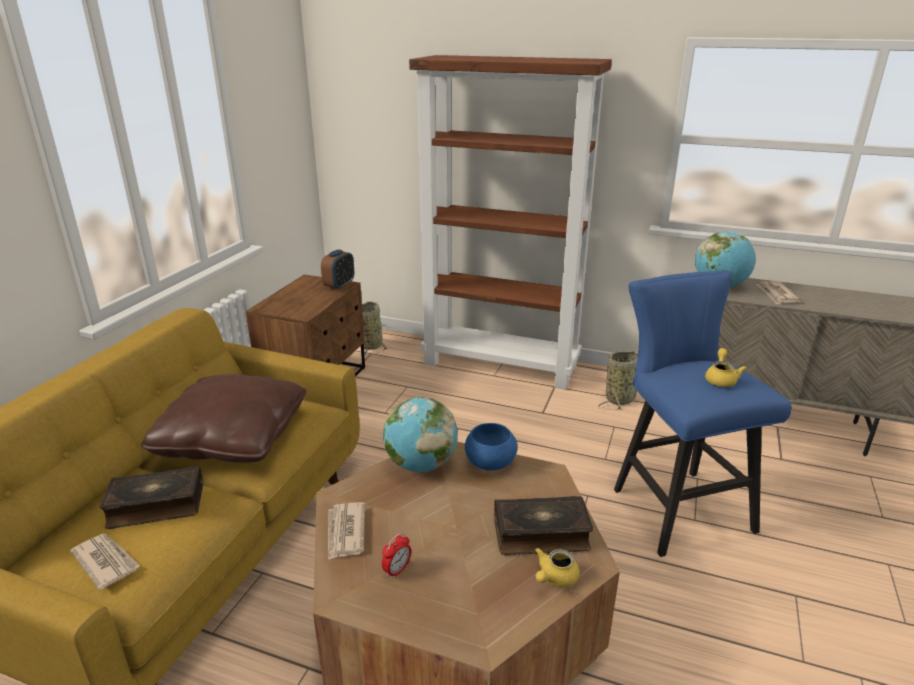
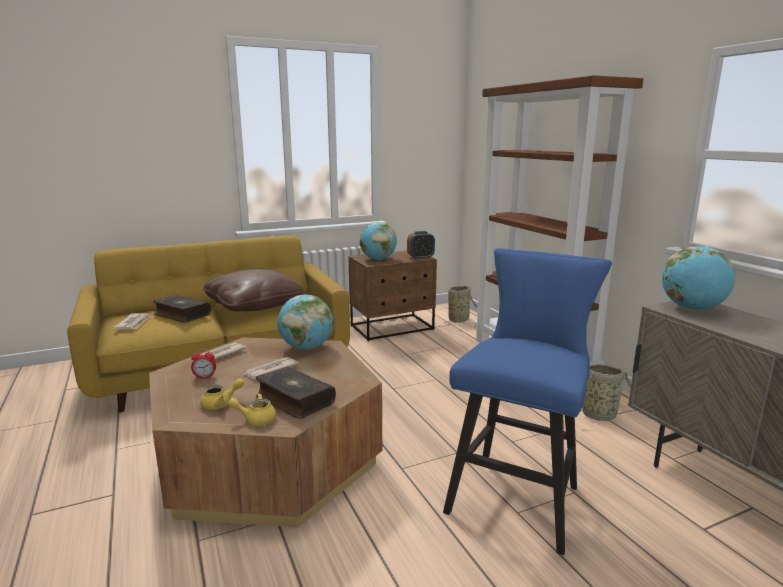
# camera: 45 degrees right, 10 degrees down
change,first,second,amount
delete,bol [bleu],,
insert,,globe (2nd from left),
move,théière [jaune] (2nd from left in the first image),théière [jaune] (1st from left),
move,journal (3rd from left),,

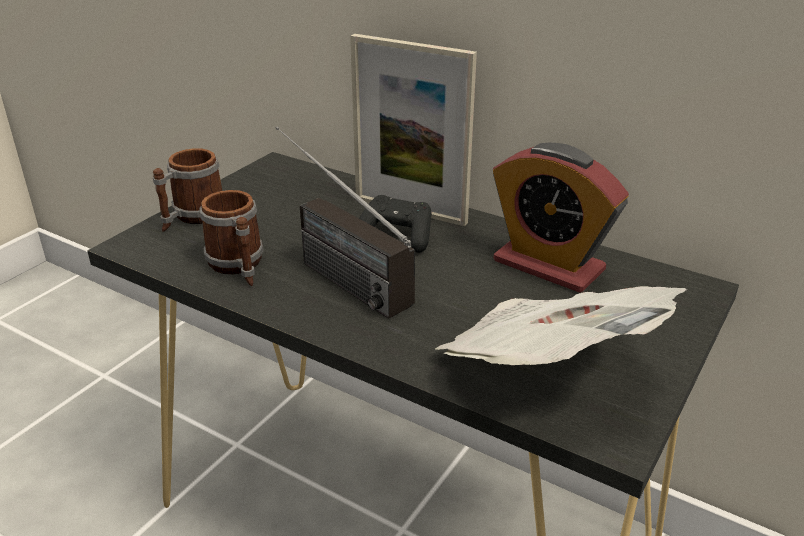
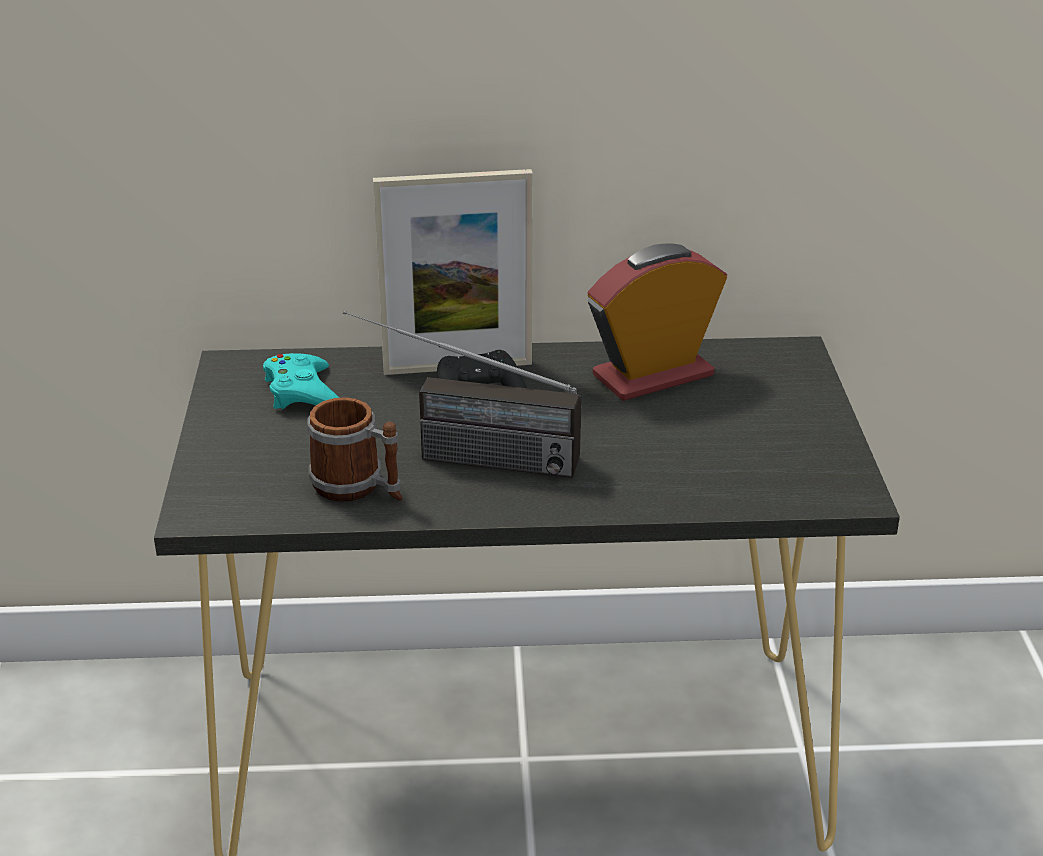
# camera: 35 degrees left, 0 degrees up
change,first,second,amount
delete,mug (1st from left),,
delete,journal,,
insert,,manette [turquoise],
rotate,réveil,,150 degrees clockwise

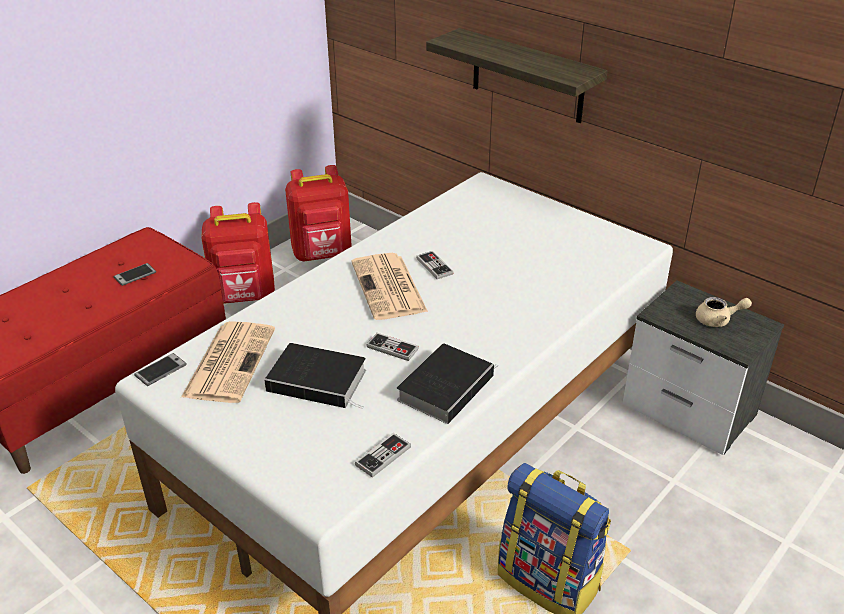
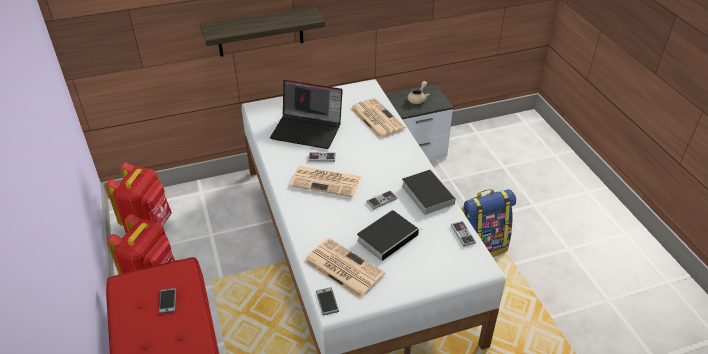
# camera: 60 degrees left, 5 degrees up
change,first,second,amount
insert,,ordinateur portable,
insert,,journal (3rd from left),

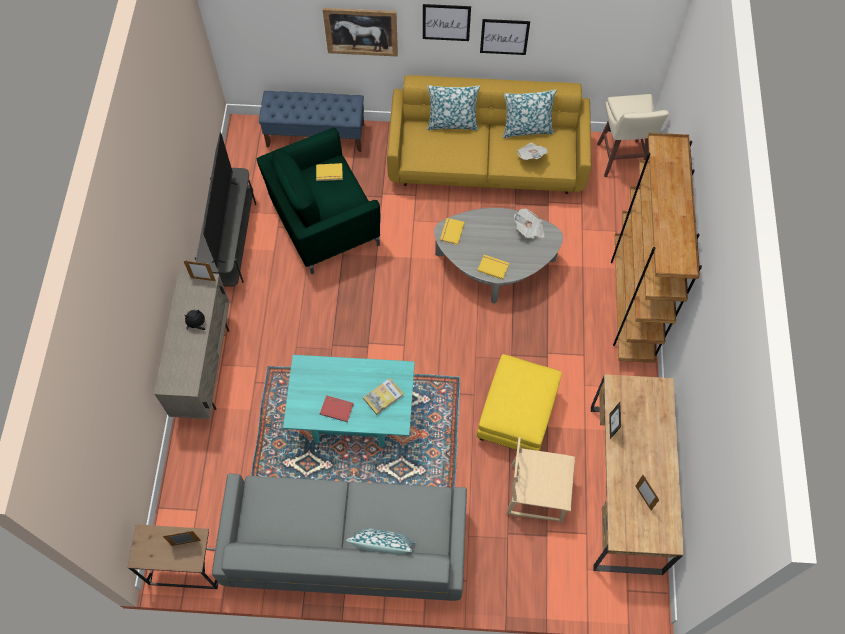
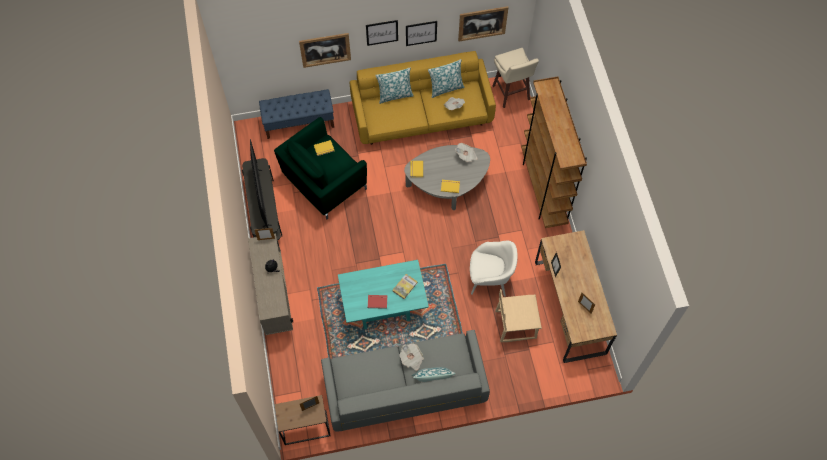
# camera: 15 degrees left, 0 degrees up
change,first,second,amount
insert,,journal (1st from left),
insert,,tableau (4th from left),
replace,pouf [jaune],fauteuil [blanc],

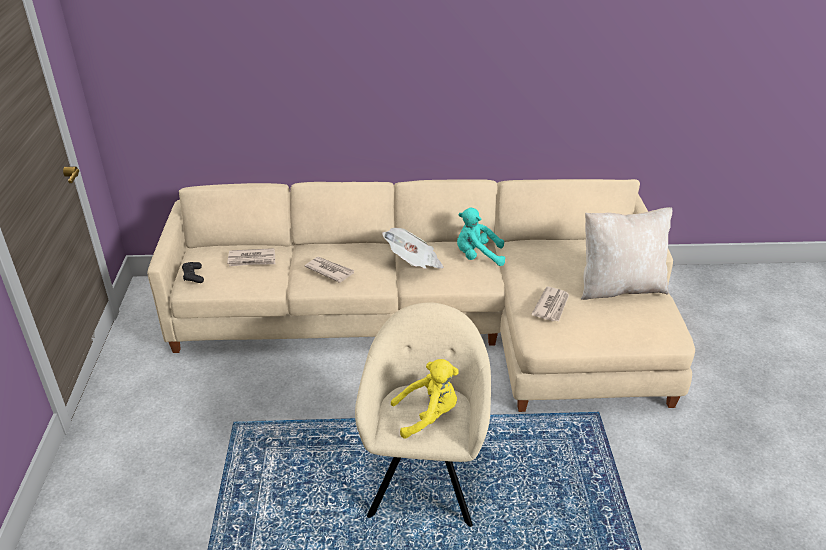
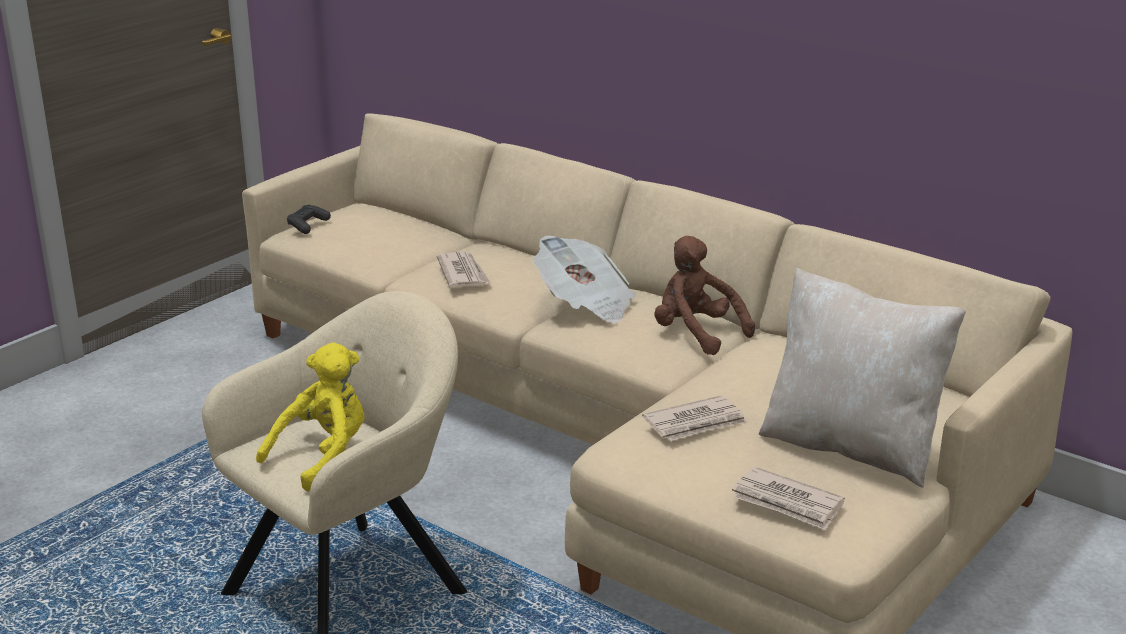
# camera: 40 degrees right, 10 degrees down
change,first,second,amount
move,journal (1st from left in the first image),journal (4th from left),
recolor,peluche [turquoise],peluche [marron],
rotate,peluche [jaune],,75 degrees counterclockwise

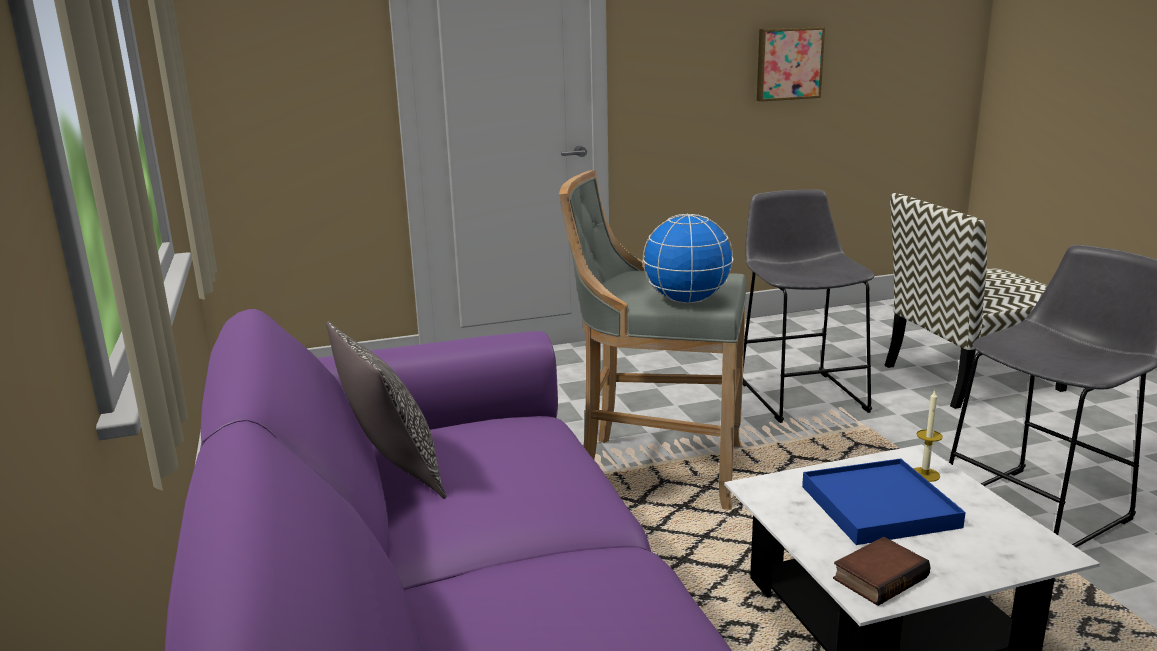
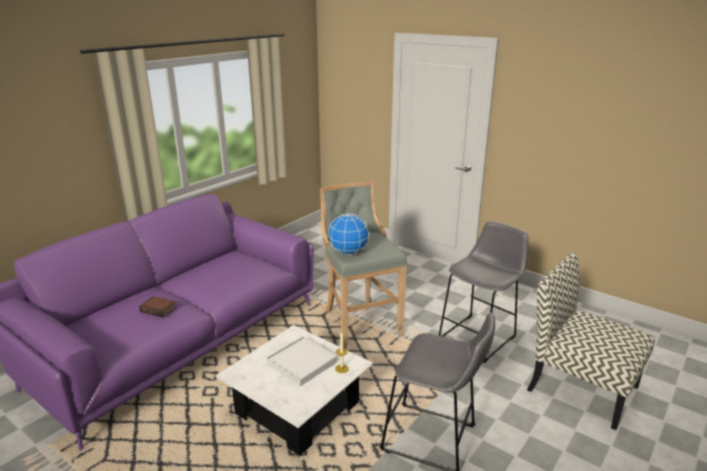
# camera: 55 degrees right, 5 degrees up
change,first,second,amount
delete,coussin,,
delete,tableau,,
move,livre,,
recolor,plateau [bleu],plateau [blanc],

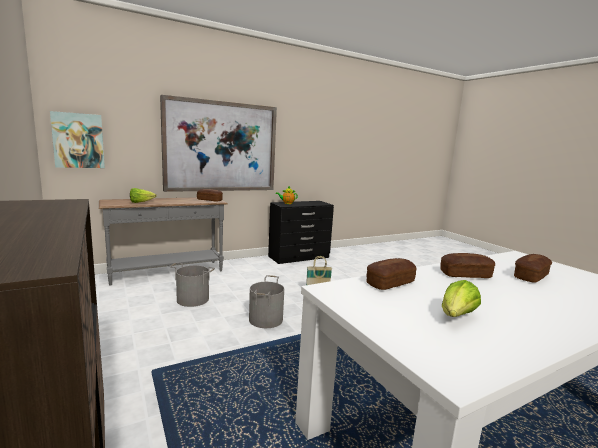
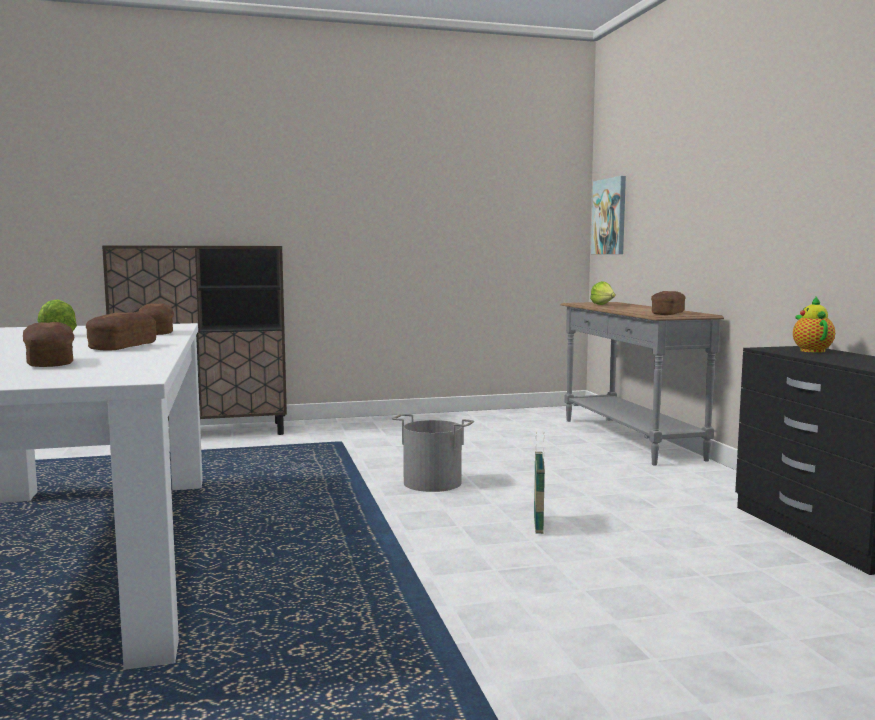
# camera: 105 degrees right, 5 degrees down
change,first,second,amount
delete,tableau (2nd from left),,
delete,seau [gris] (1st from left),,

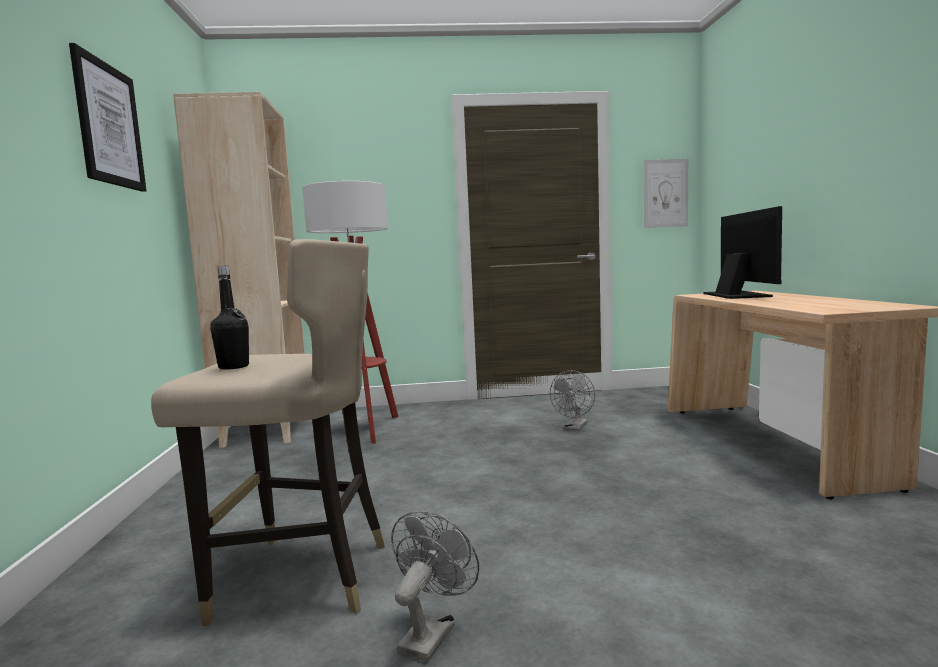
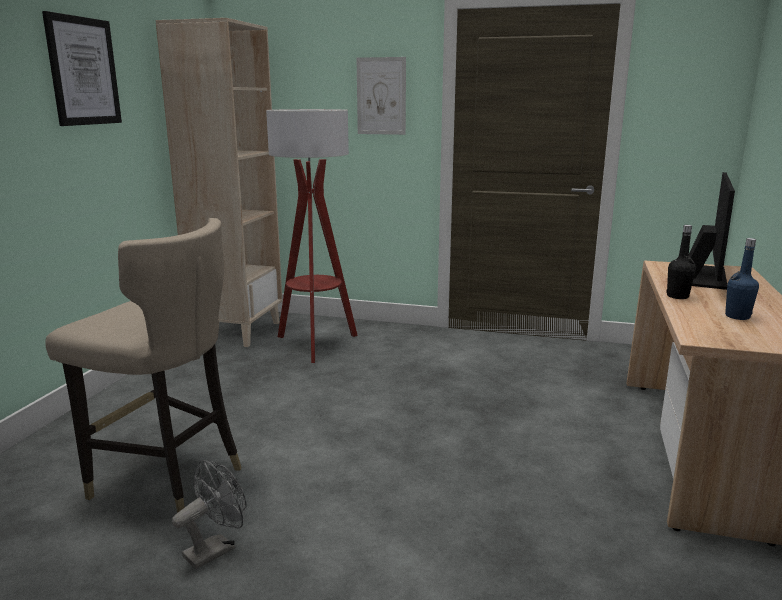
# camera: 20 degrees right, 10 degrees up
change,first,second,amount
delete,ventilateur [gris] (2nd from left),,
insert,,bouteille [bleu],
move,bouteille [noir],,
move,tableau (2nd from left),,

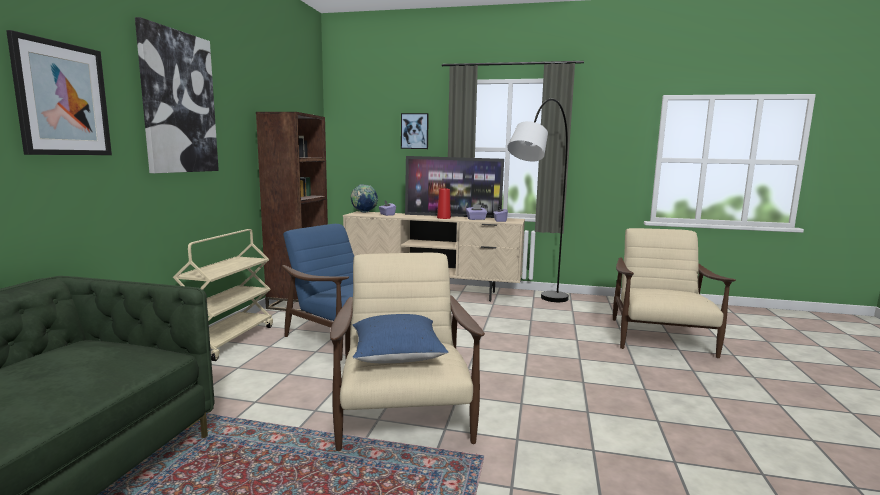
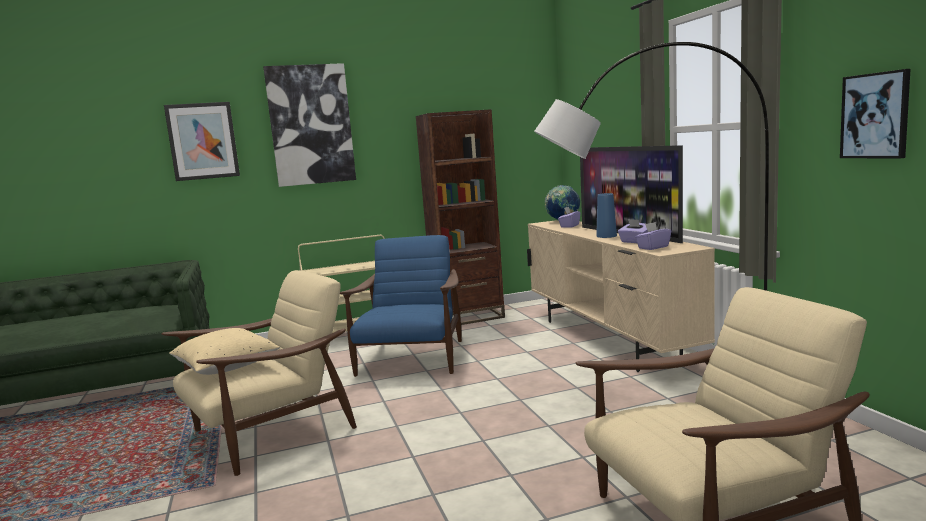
# camera: 60 degrees right, 0 degrees up
change,first,second,amount
move,tableau (3rd from left),,
recolor,coussin [bleu],coussin [beige],
recolor,vase [rouge],vase [bleu],

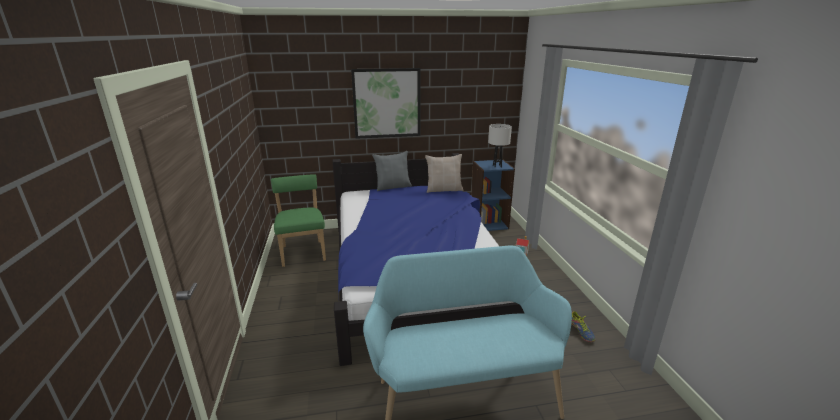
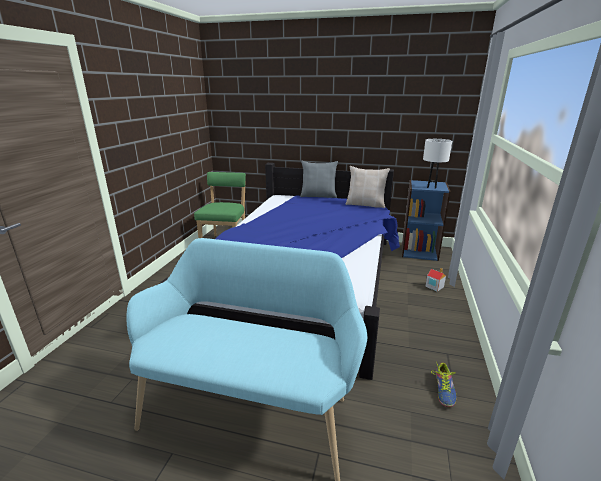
# camera: 25 degrees right, 0 degrees up
change,first,second,amount
delete,tableau,,

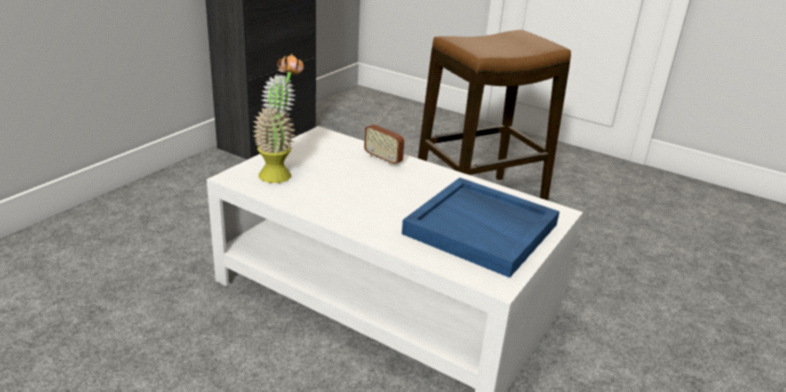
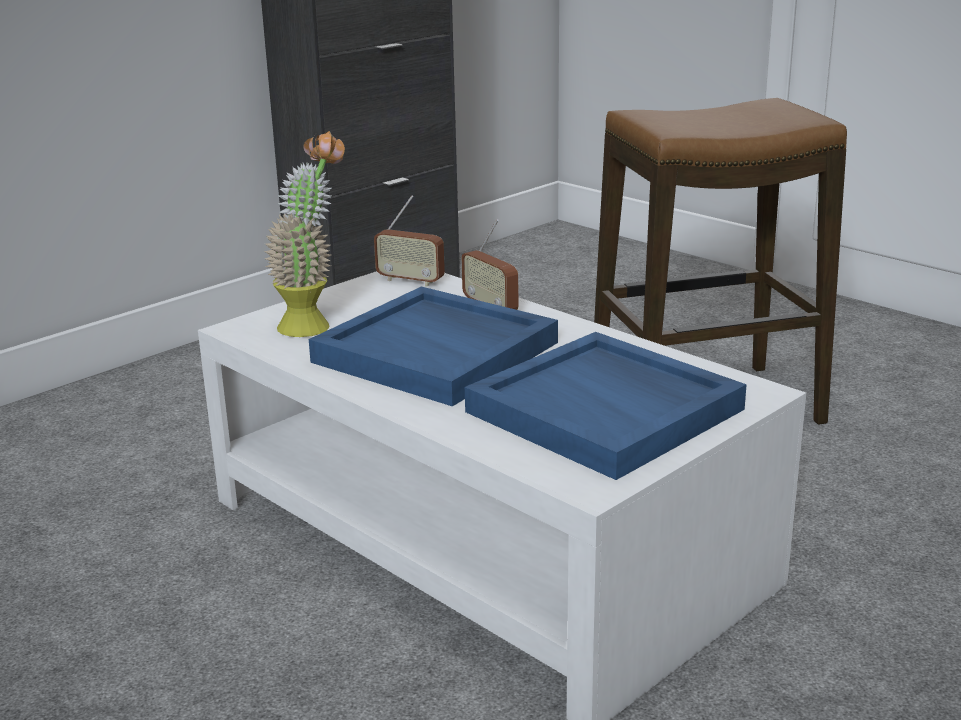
# camera: 15 degrees right, 5 degrees down
change,first,second,amount
insert,,plateau [bleu] (1st from left),
insert,,radio (1st from left),

